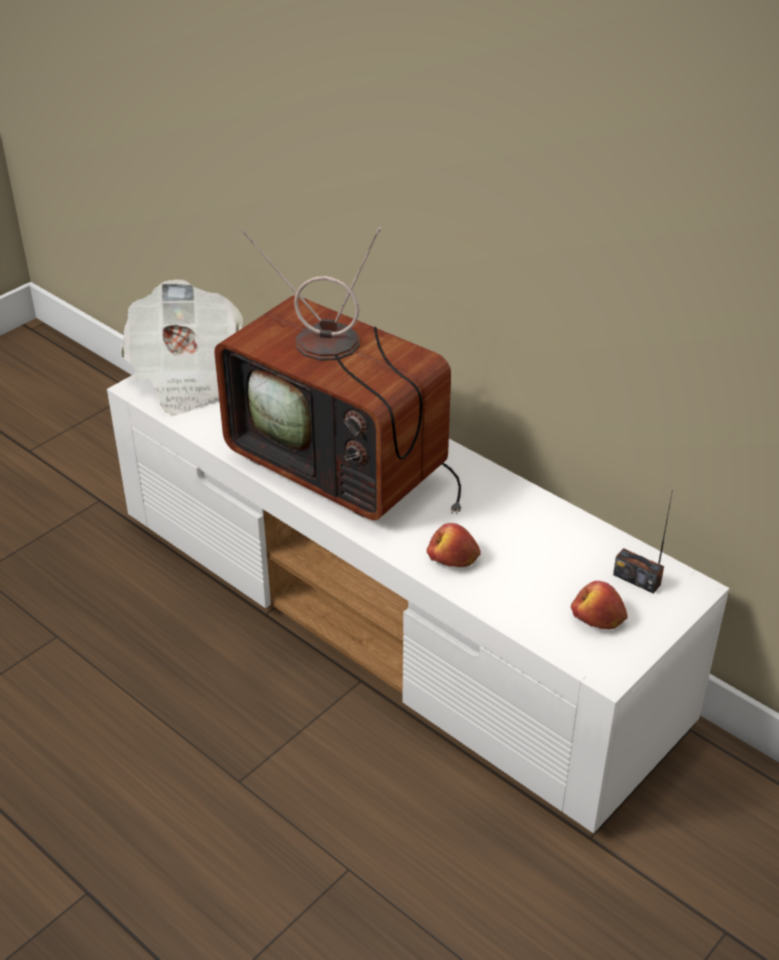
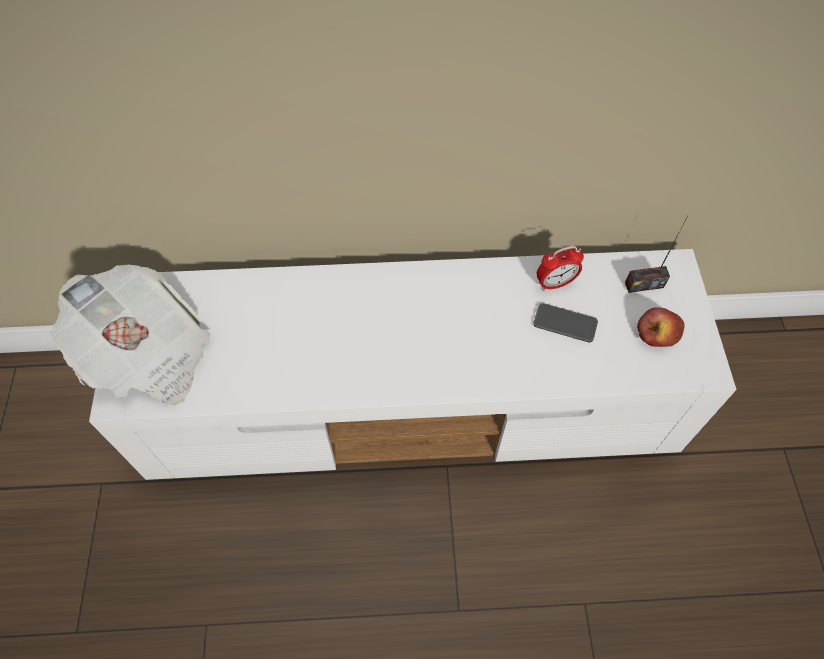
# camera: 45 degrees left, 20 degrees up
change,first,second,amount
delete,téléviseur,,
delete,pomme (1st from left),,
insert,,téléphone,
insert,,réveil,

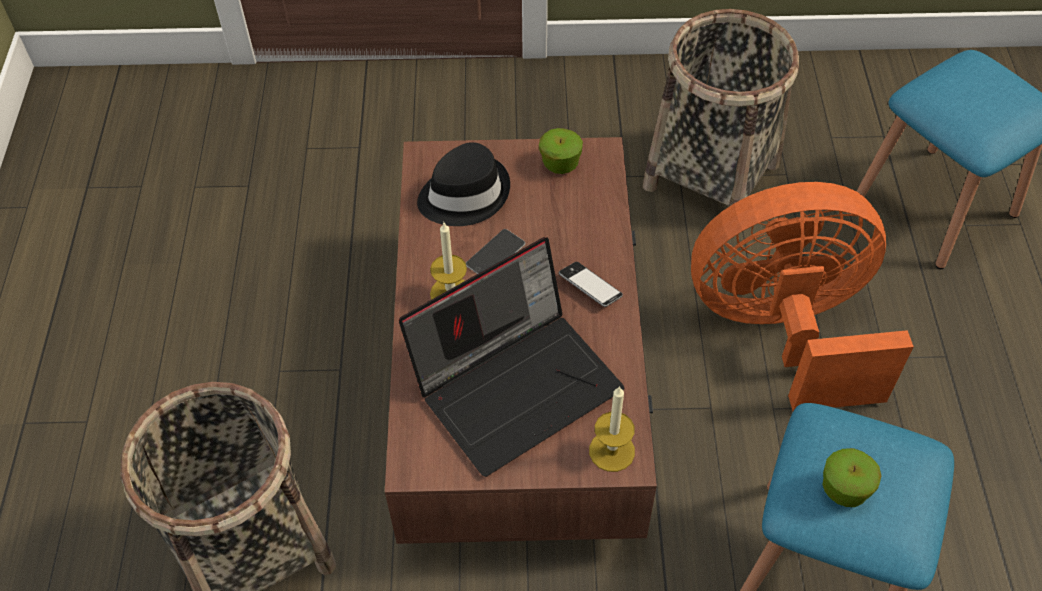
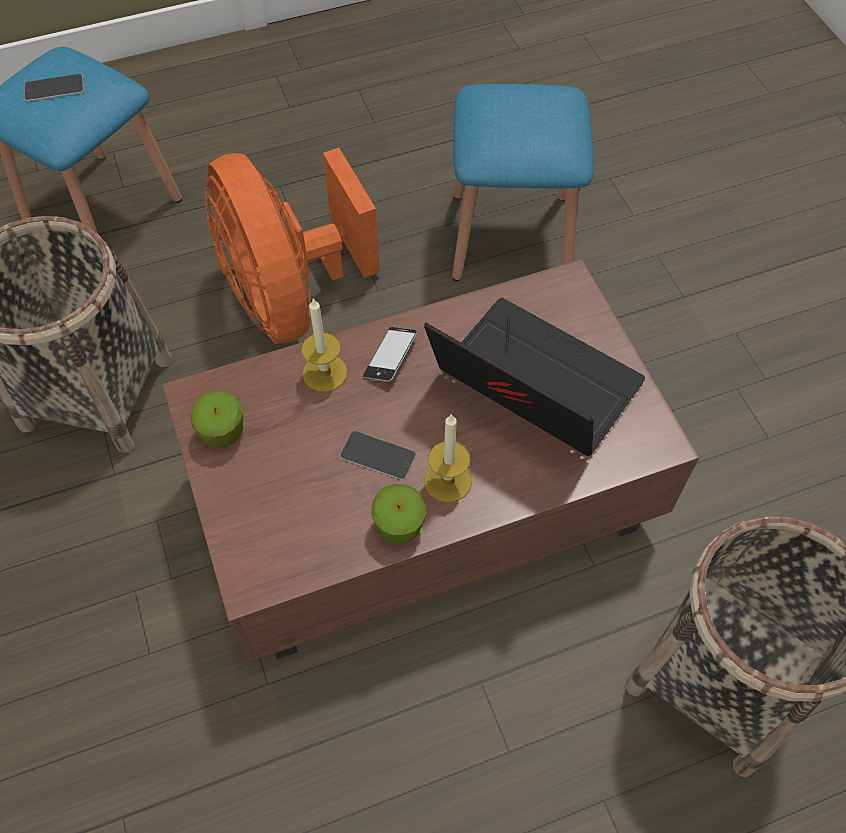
# camera: 110 degrees left, 5 degrees up
change,first,second,amount
delete,chapeau [noir],,
insert,,téléphone (1st from left),
move,bougie (2nd from left in the first image),bougie (1st from left),
move,pomme (2nd from left),,

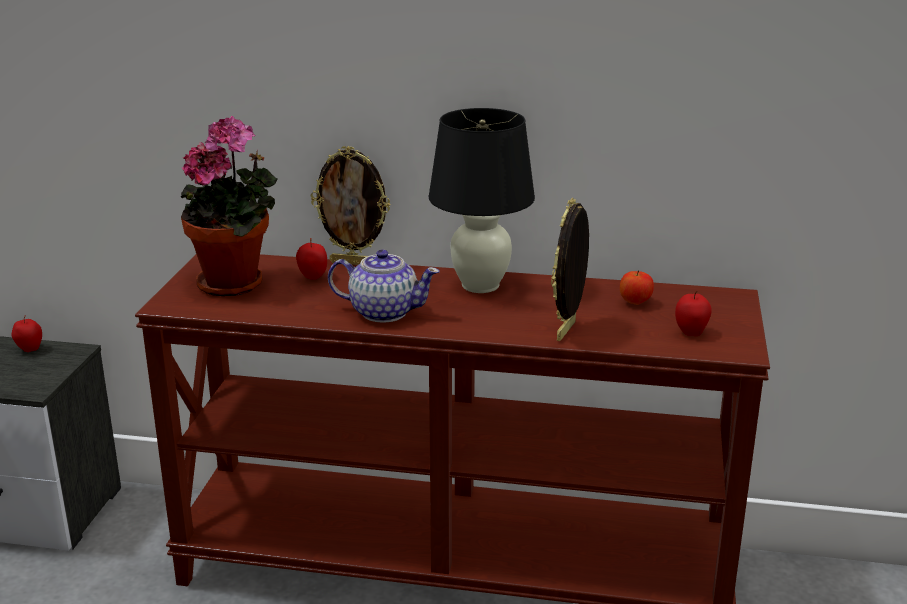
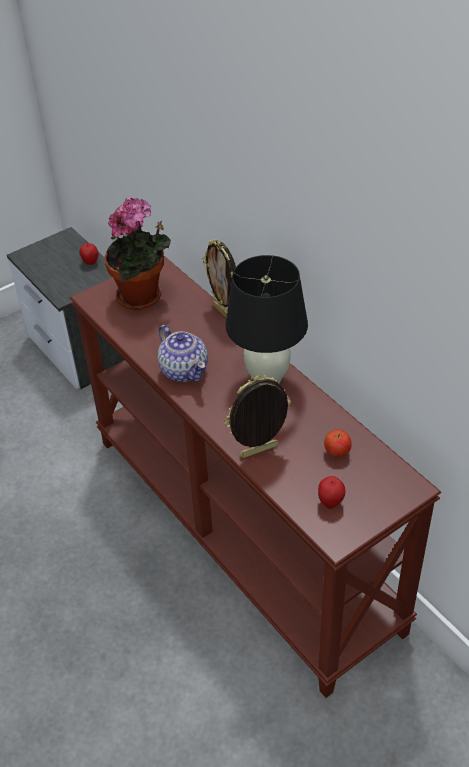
# camera: 45 degrees right, 20 degrees up
change,first,second,amount
delete,pomme (2nd from left),,

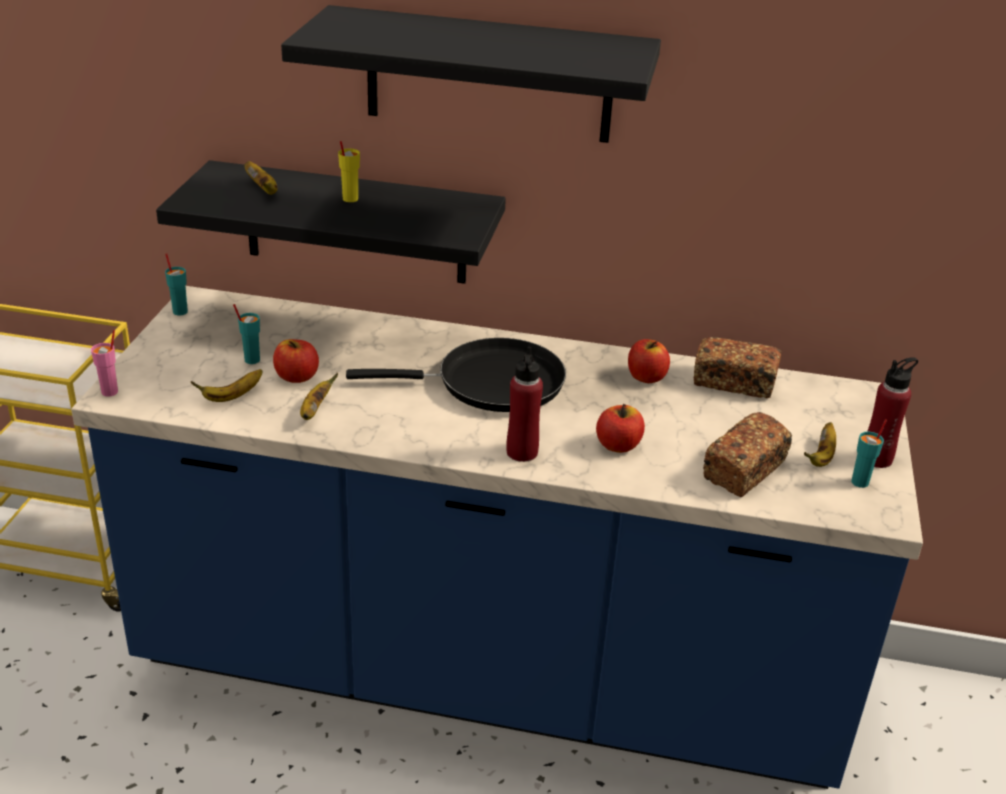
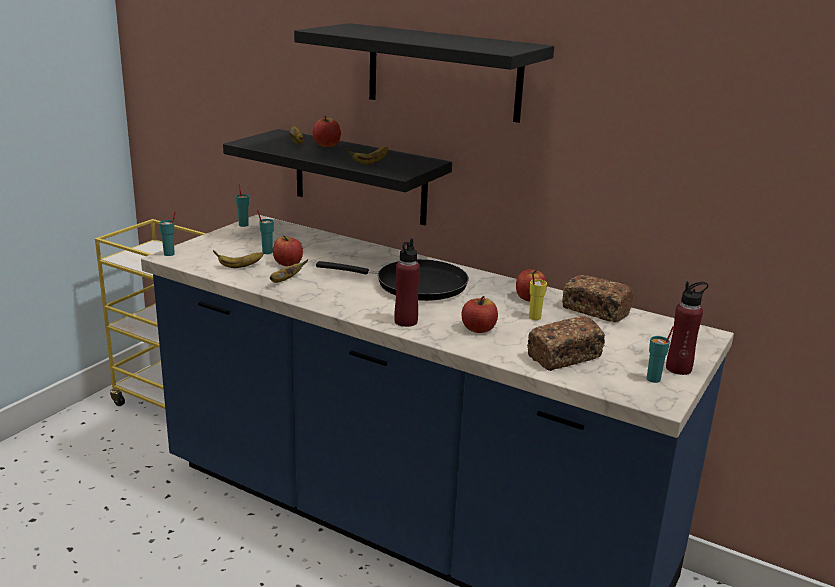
# camera: 20 degrees right, 10 degrees down
change,first,second,amount
insert,,pomme (2nd from left),
move,tasse [jaune],,
move,banane (4th from left),,
recolor,tasse [rose],tasse [turquoise] (1st from left),

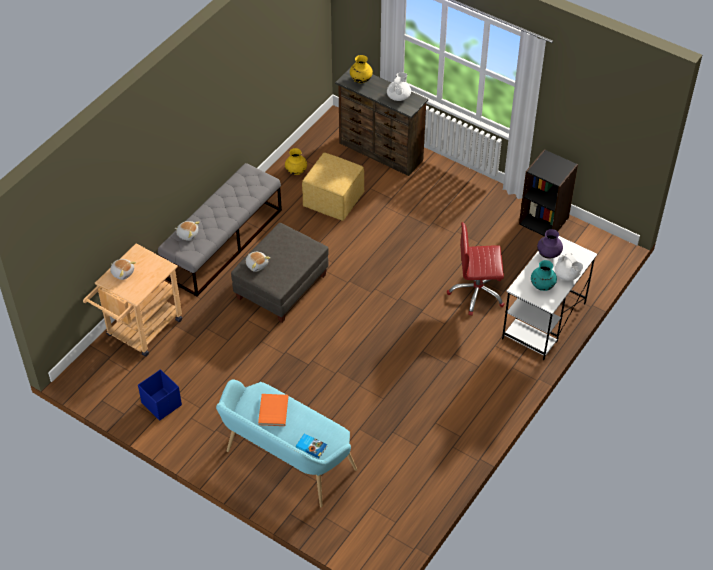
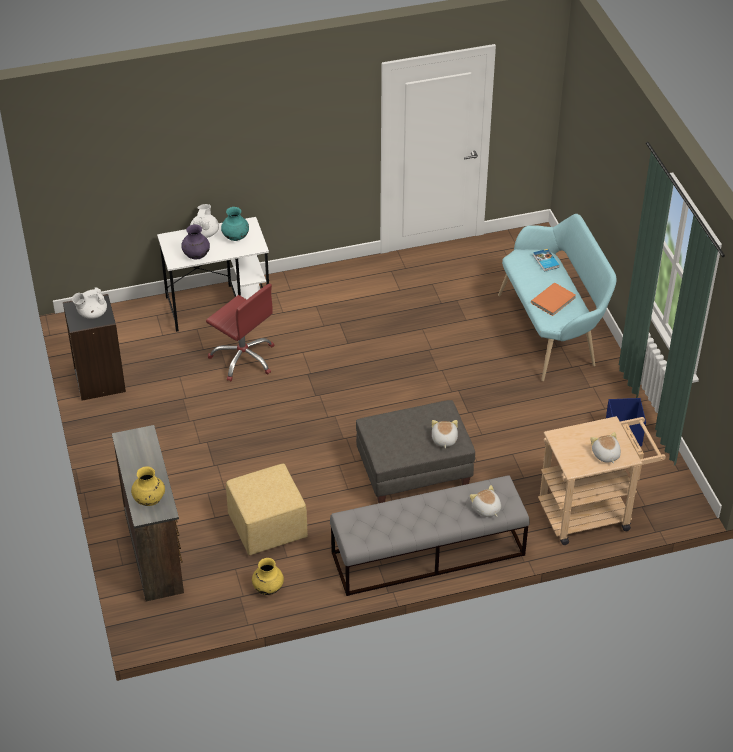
# camera: 140 degrees left, 5 degrees down
change,first,second,amount
move,théière [blanc] (1st from left),,

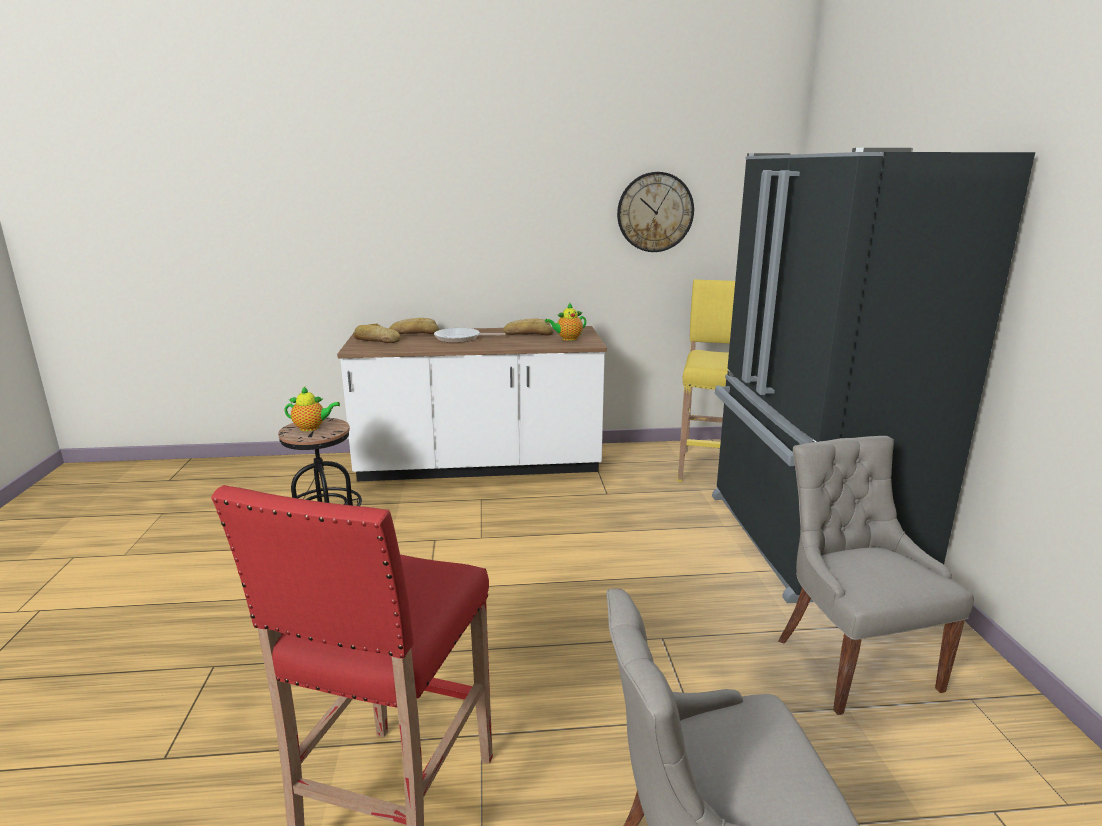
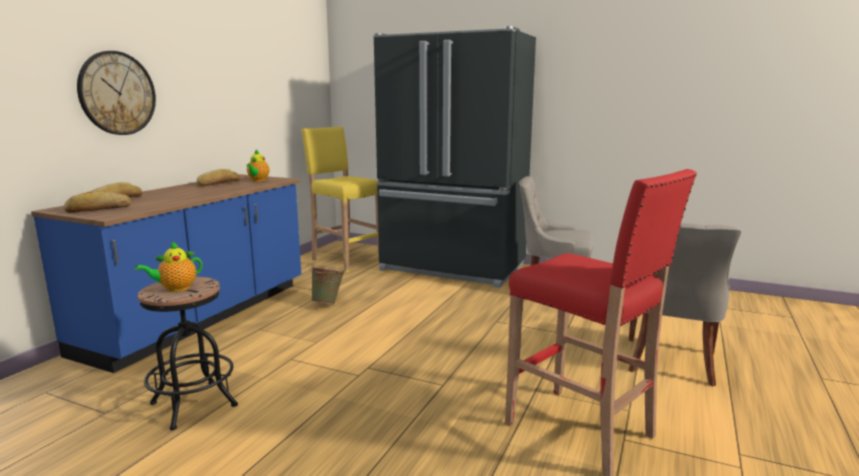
# camera: 60 degrees left, 5 degrees down
change,first,second,amount
delete,poêle,,
insert,,seau [vert],
move,horloge murale,,
recolor,comptoir de cuisine [blanc],comptoir de cuisine [bleu],
rotate,théière (1st from left),,150 degrees counterclockwise

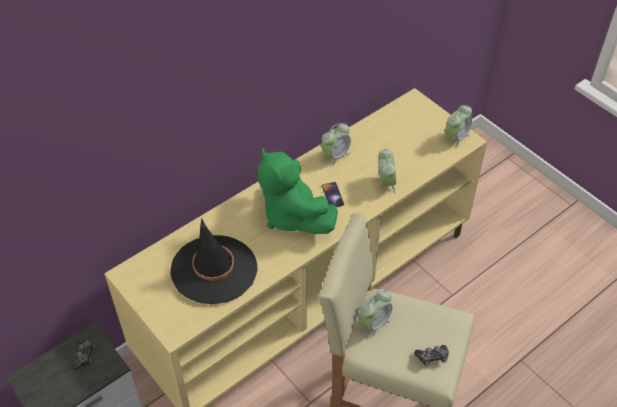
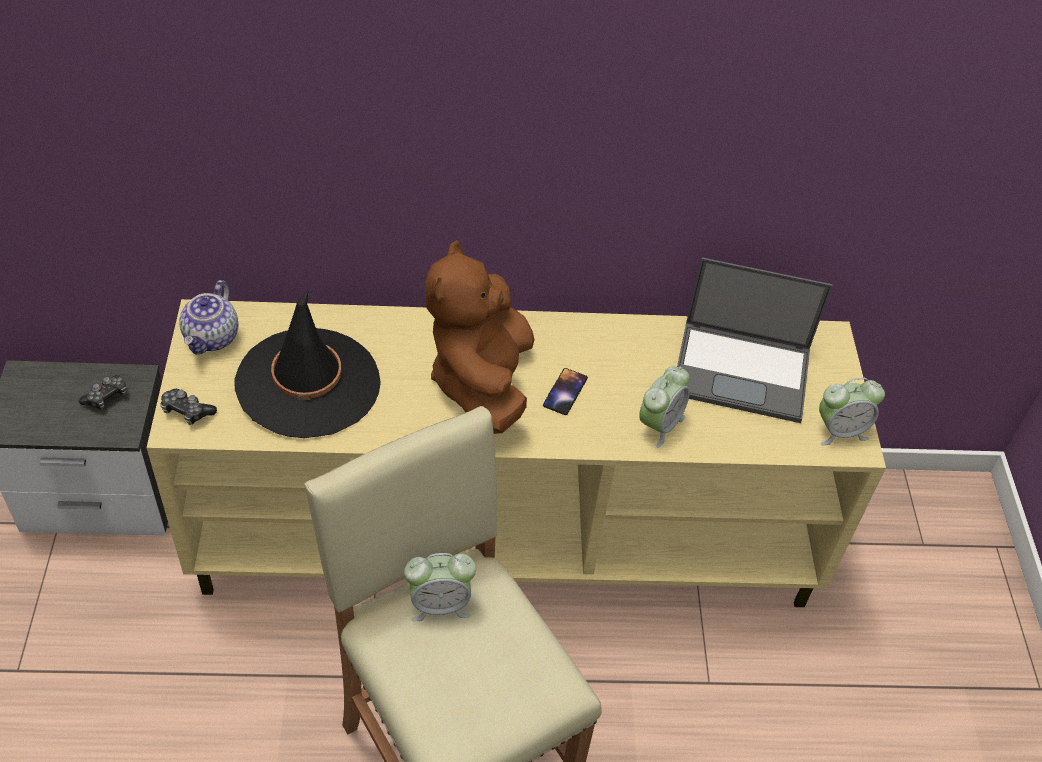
# camera: 35 degrees right, 0 degrees up
change,first,second,amount
delete,réveil (1st from left),,
insert,,théière,
insert,,ordinateur portable,
move,manette (2nd from left),,
recolor,peluche [vert],peluche [marron],

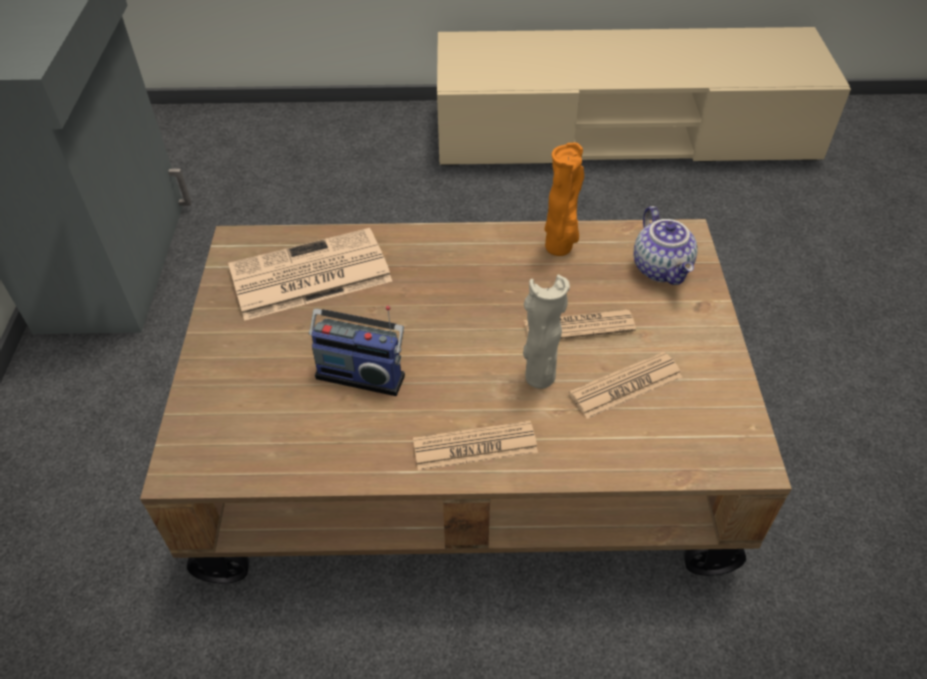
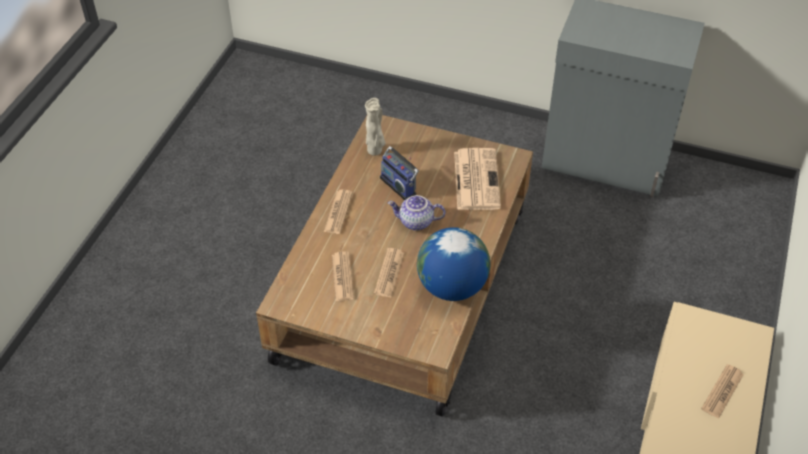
# camera: 110 degrees right, 0 degrees up
change,first,second,amount
insert,,journal (5th from left),
move,vase [beige],,
move,théière,,
replace,vase [orange],globe,
rotate,radio,,75 degrees counterclockwise

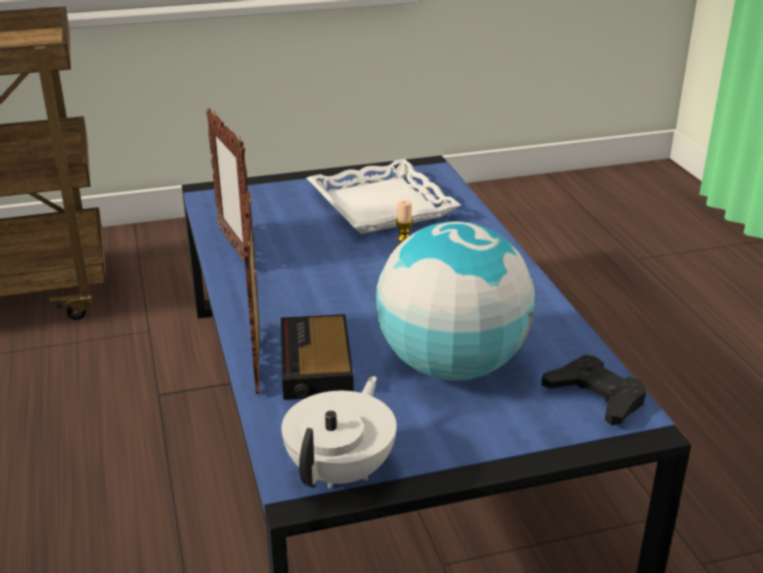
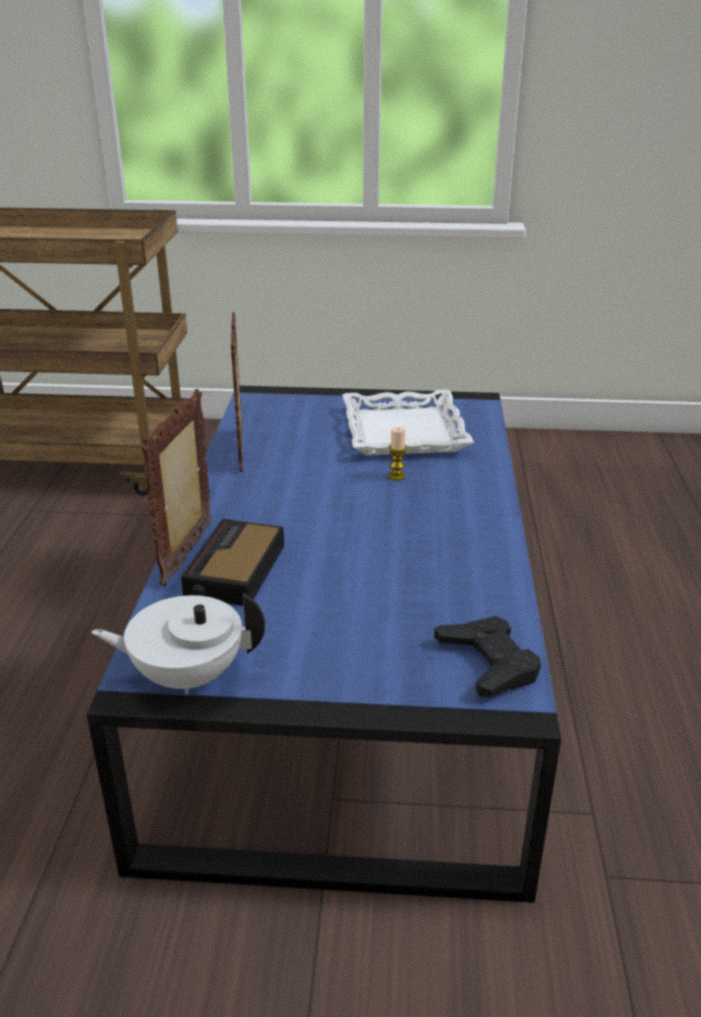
# camera: 20 degrees right, 0 degrees up
change,first,second,amount
delete,globe,,
rotate,théière [blanc],,135 degrees counterclockwise

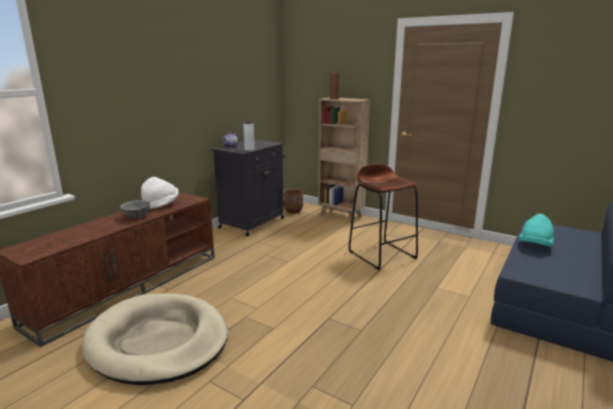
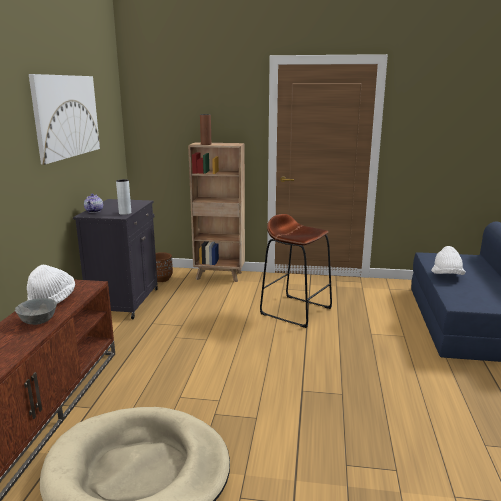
# camera: 25 degrees left, 0 degrees up
change,first,second,amount
insert,,tableau,
recolor,chapeau [turquoise],chapeau [blanc] (2nd from left),

